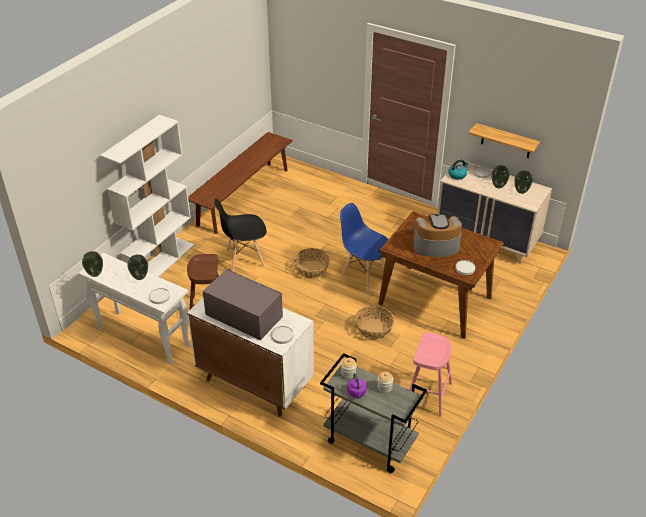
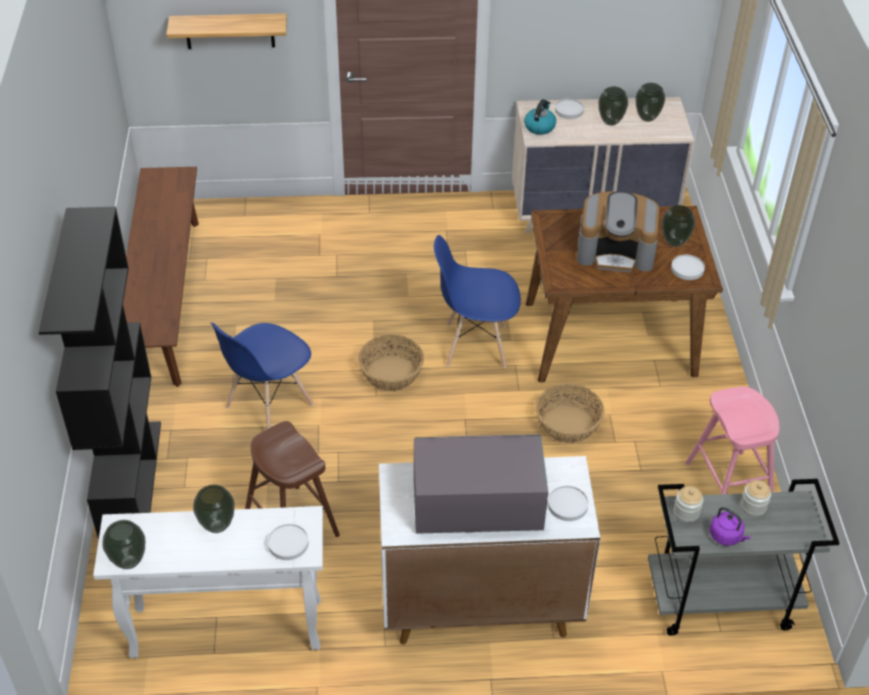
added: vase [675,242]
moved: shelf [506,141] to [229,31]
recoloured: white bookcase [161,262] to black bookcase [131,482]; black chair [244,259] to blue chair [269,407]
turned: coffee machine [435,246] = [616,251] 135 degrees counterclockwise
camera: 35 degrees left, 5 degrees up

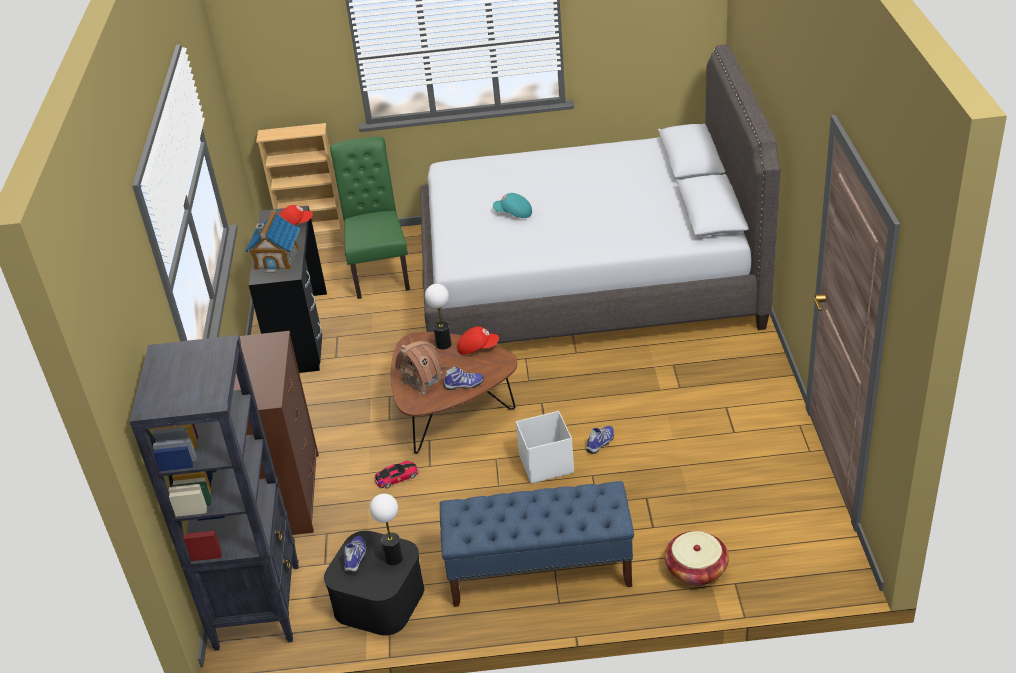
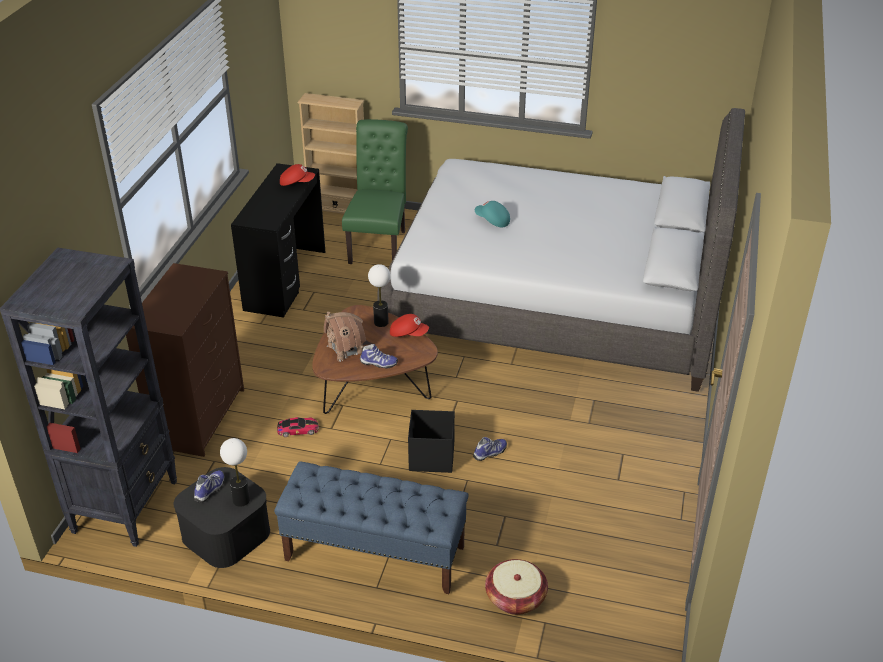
removed: toy house [277,259]
recoloured: white storage box [545,464] to black storage box [431,457]
camera: 15 degrees right, 0 degrees up

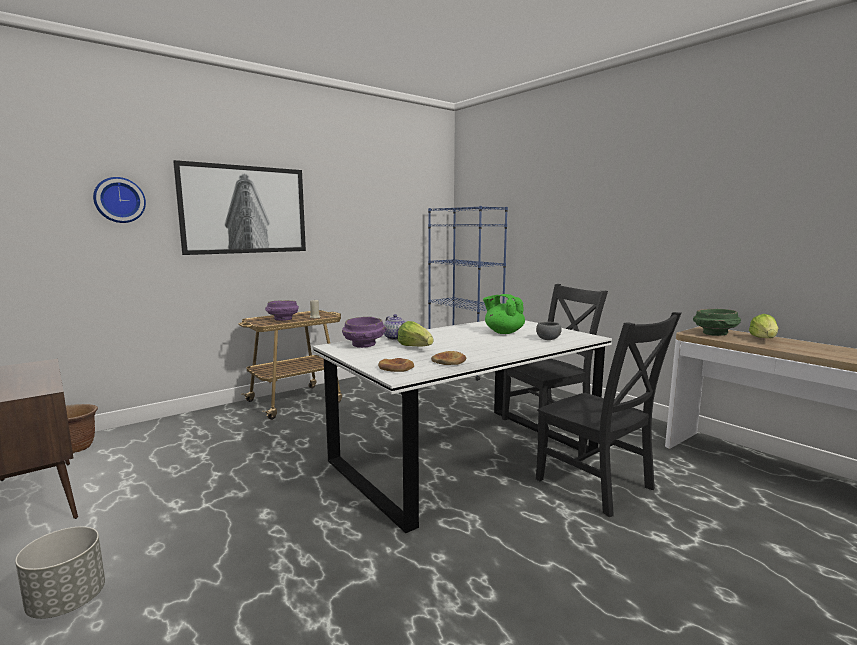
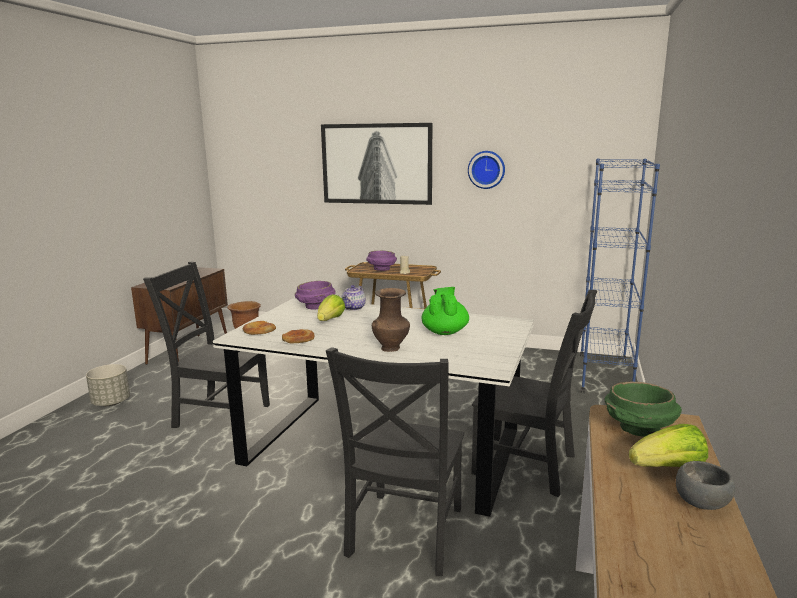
added: black chair [219,415]; brown vase [391,348]
moved: wall clock [119,200] to [486,169]; grey bowl [548,339] to [703,503]
camera: 55 degrees right, 5 degrees up

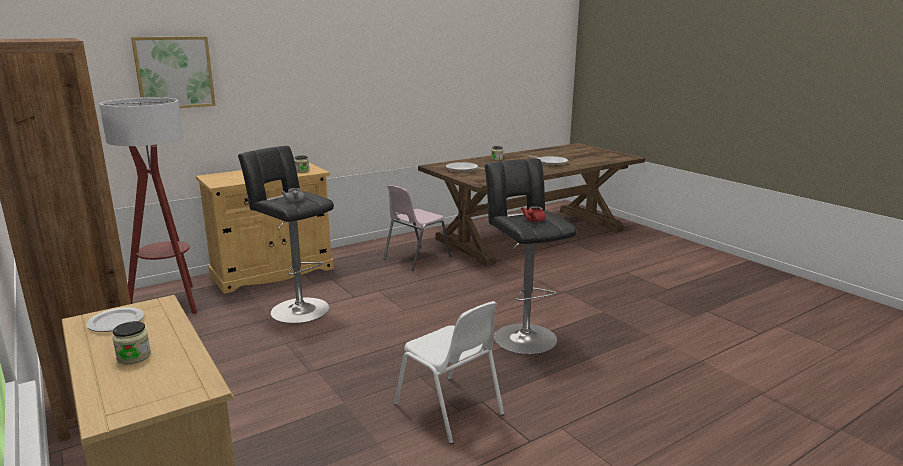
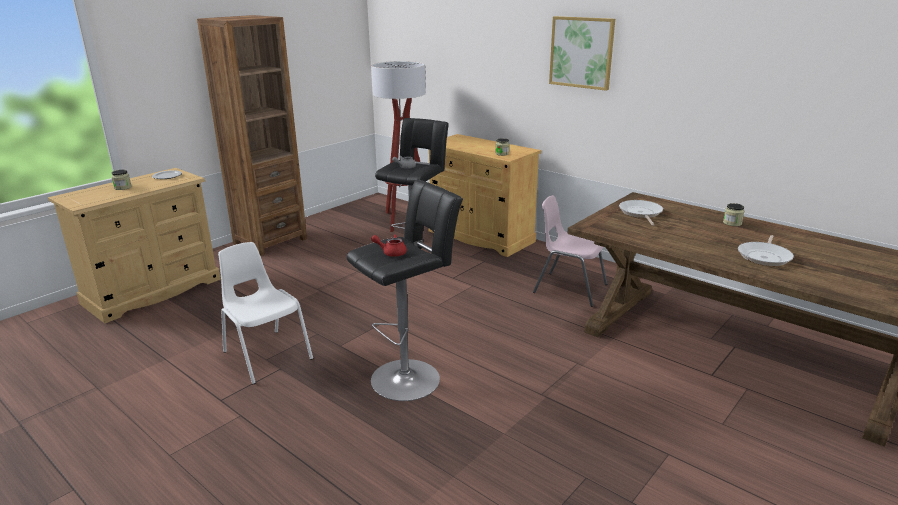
moved: picture [174,72] to [581,52]
turned: white chair [450,410] = [266,355] 105 degrees clockwise
camera: 75 degrees right, 5 degrees up

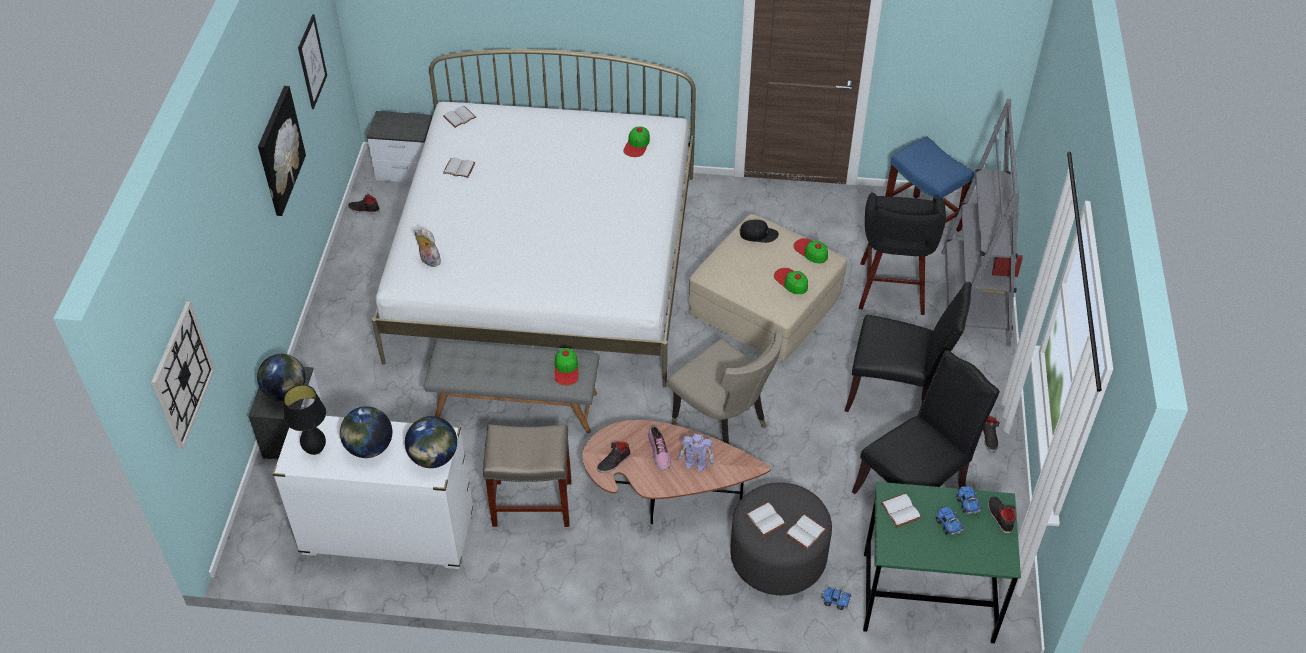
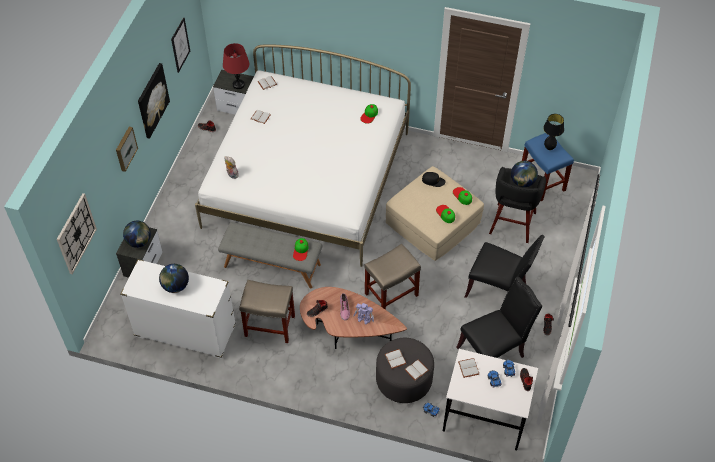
removed: grey bookcase [974,298]
added: picture [125,148]; red table lamp [238,85]
moved: black table lamp [315,450] to [549,148]; globe [434,457] to [522,182]
replaced: beige chair [724,425] to beige stool [391,295]
recoloured: green desk [926,598] to white desk [484,417]
camera: 10 degrees right, 5 degrees up

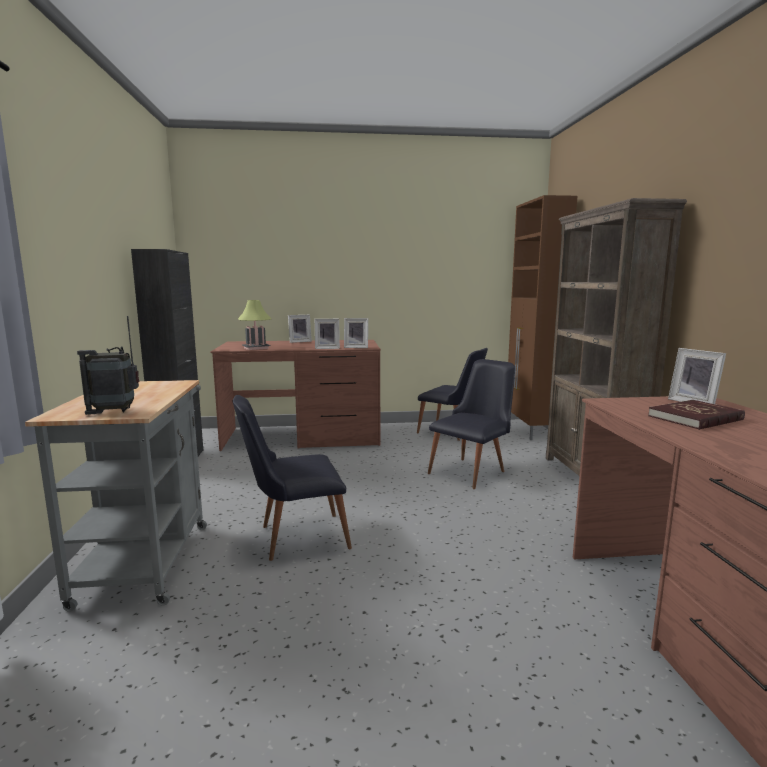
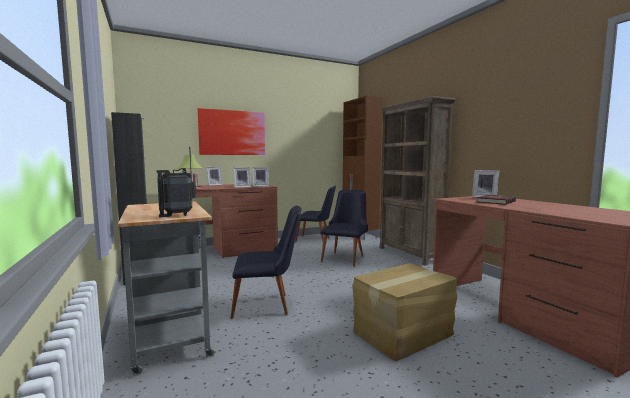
added: picture [232,133]; cardboard box [404,333]
turned: black chair [294,537] = [267,305] 150 degrees counterclockwise
camera: 20 degrees left, 5 degrees down

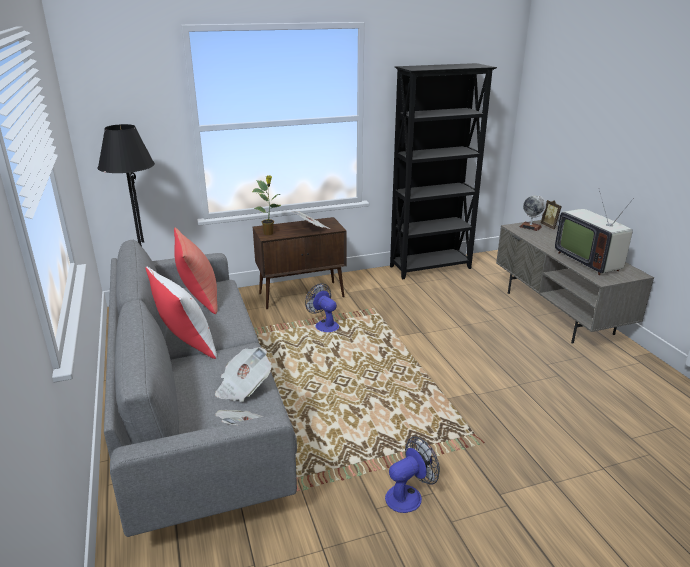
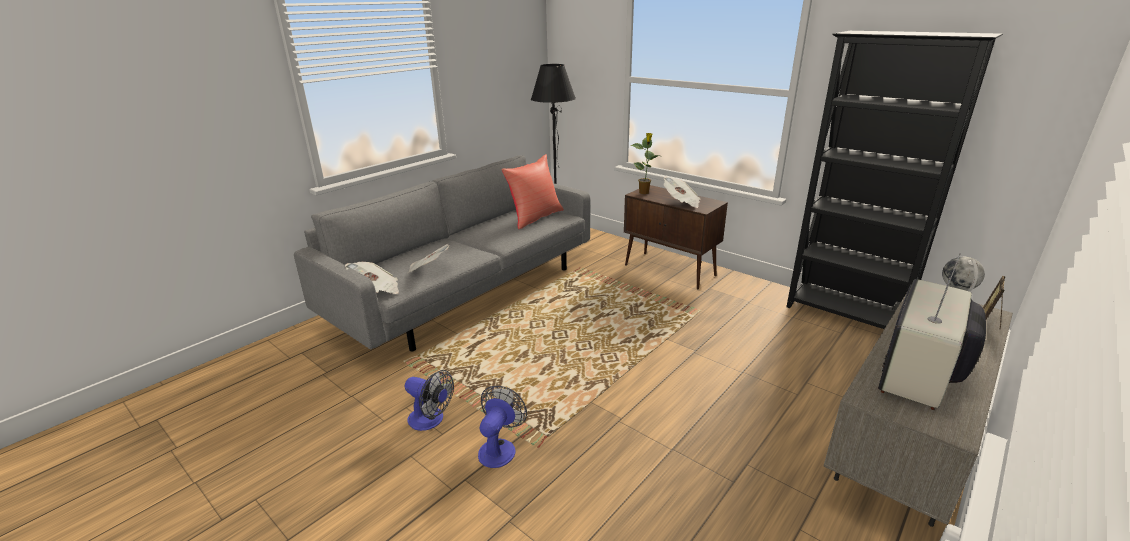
removed: white pillow [185,343]
moved: fan [324,324] to [499,448]
camera: 60 degrees right, 0 degrees up

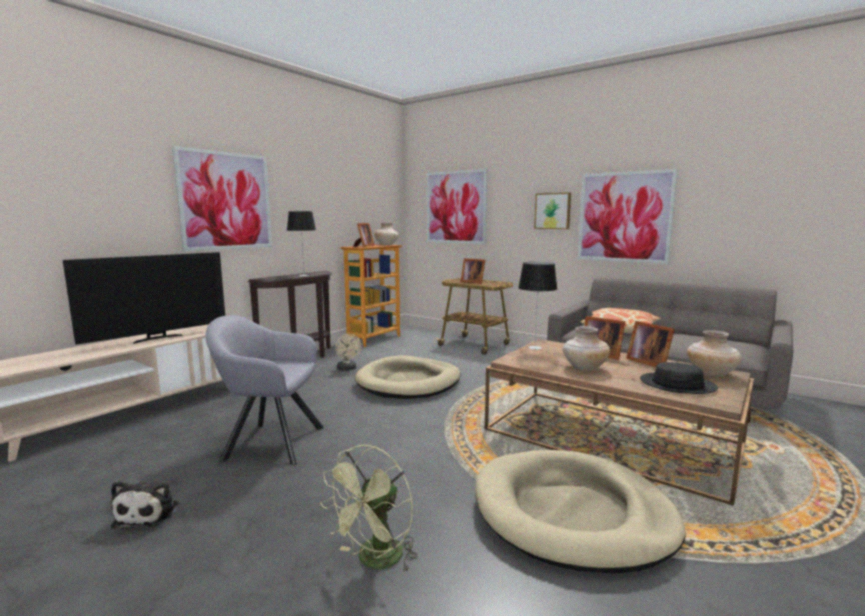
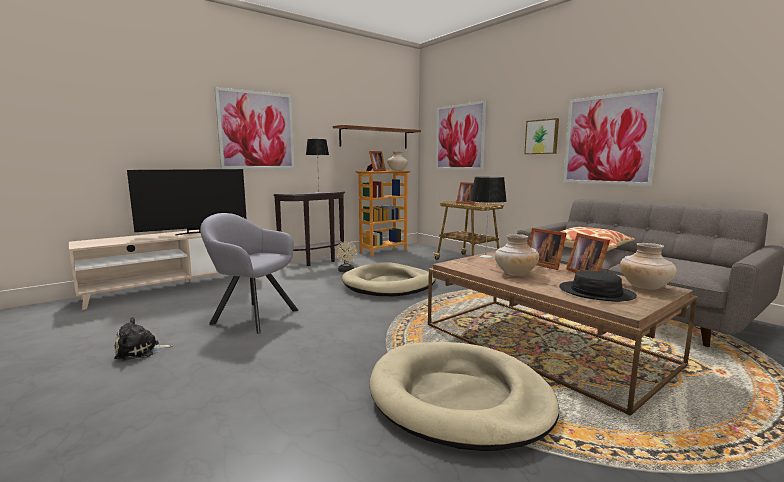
removed: green fan [375,561]
added: brown shelf [374,138]
turned: plush toy [149,513] = [141,351] 60 degrees clockwise
camera: 15 degrees right, 0 degrees up

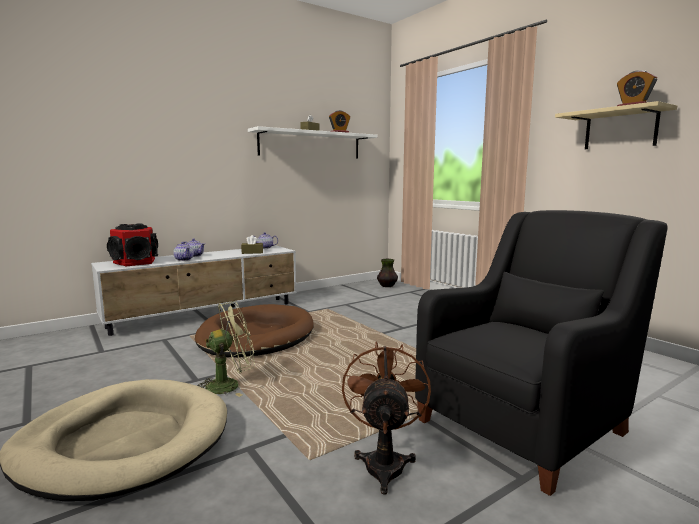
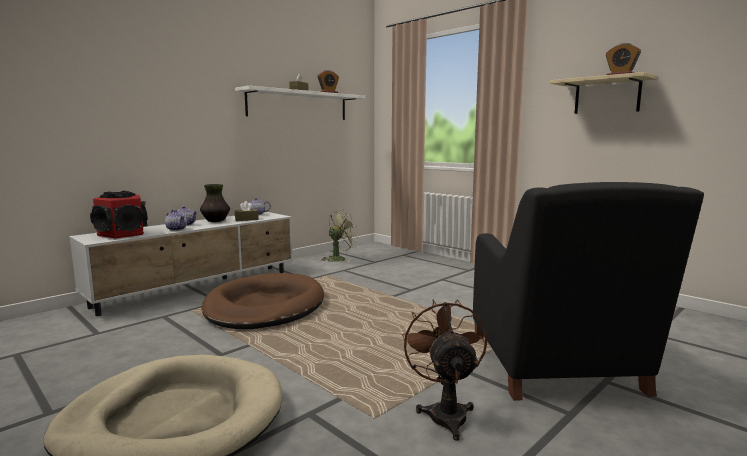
moved: green fan [230,385] to [339,259]; vase [387,286] to [215,221]
turned: black armchair [526,422] = [556,367] 135 degrees clockwise
camera: 10 degrees left, 0 degrees up

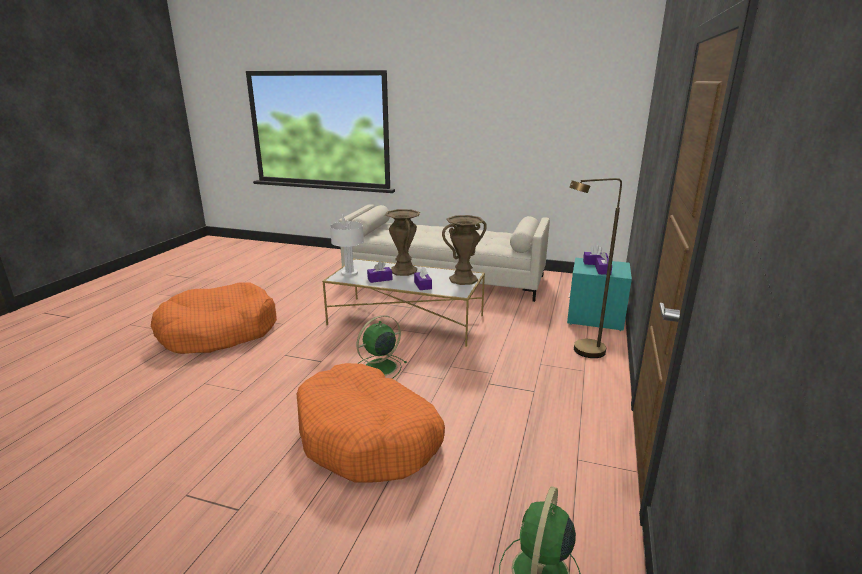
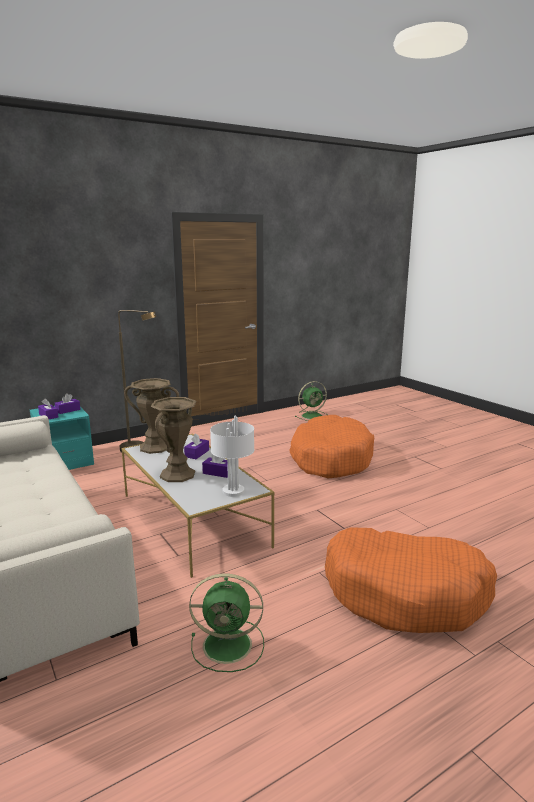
moved: green fan [379,368] to [229,645]
camera: 140 degrees left, 5 degrees down

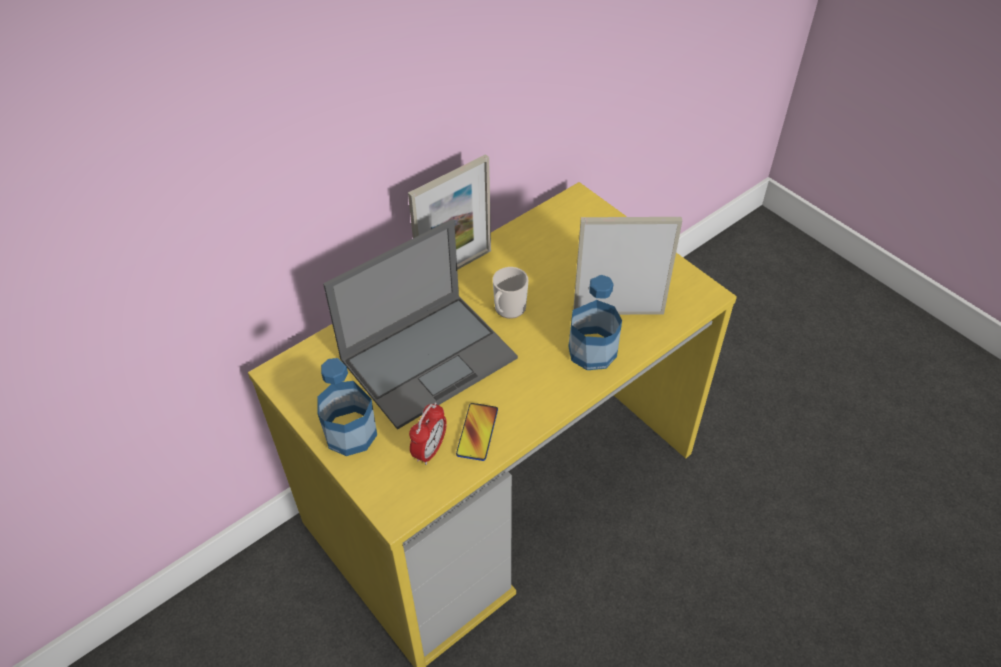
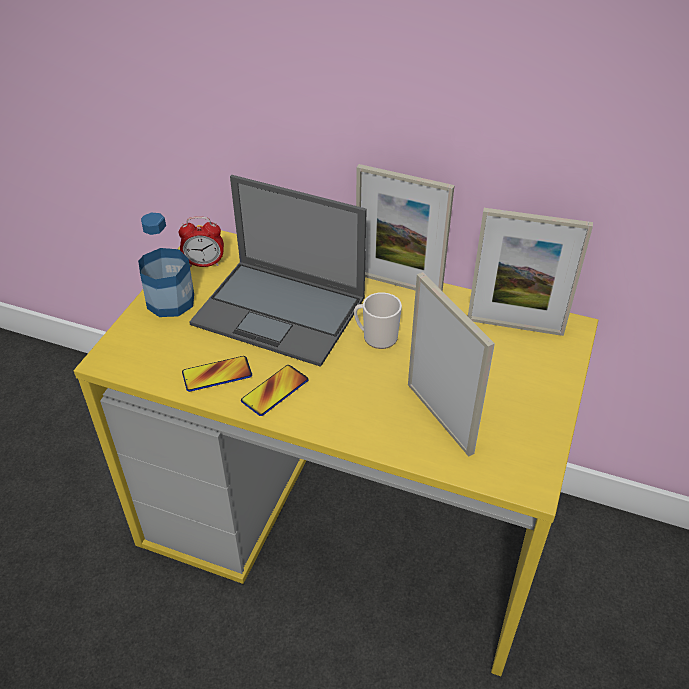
removed: bottle [592,351]
added: phone [275,391]; picture frame [515,326]
moved: alarm clock [430,450] to [204,264]
camera: 60 degrees right, 5 degrees down

